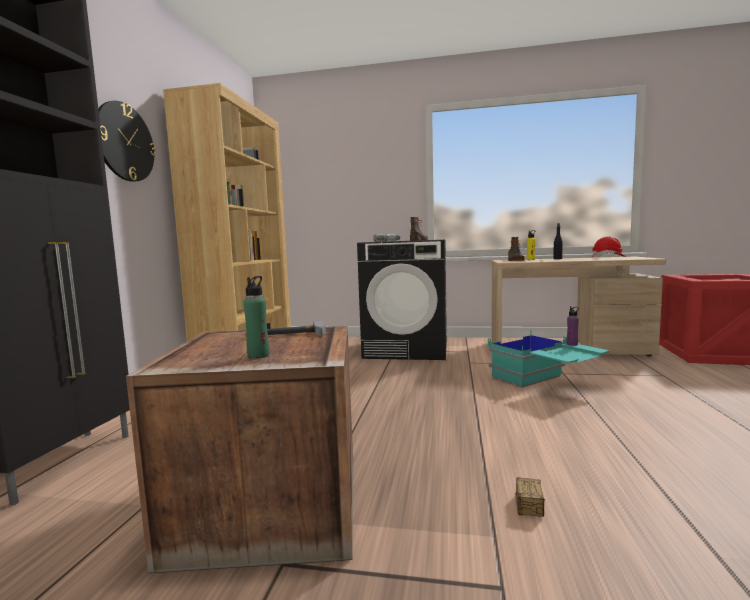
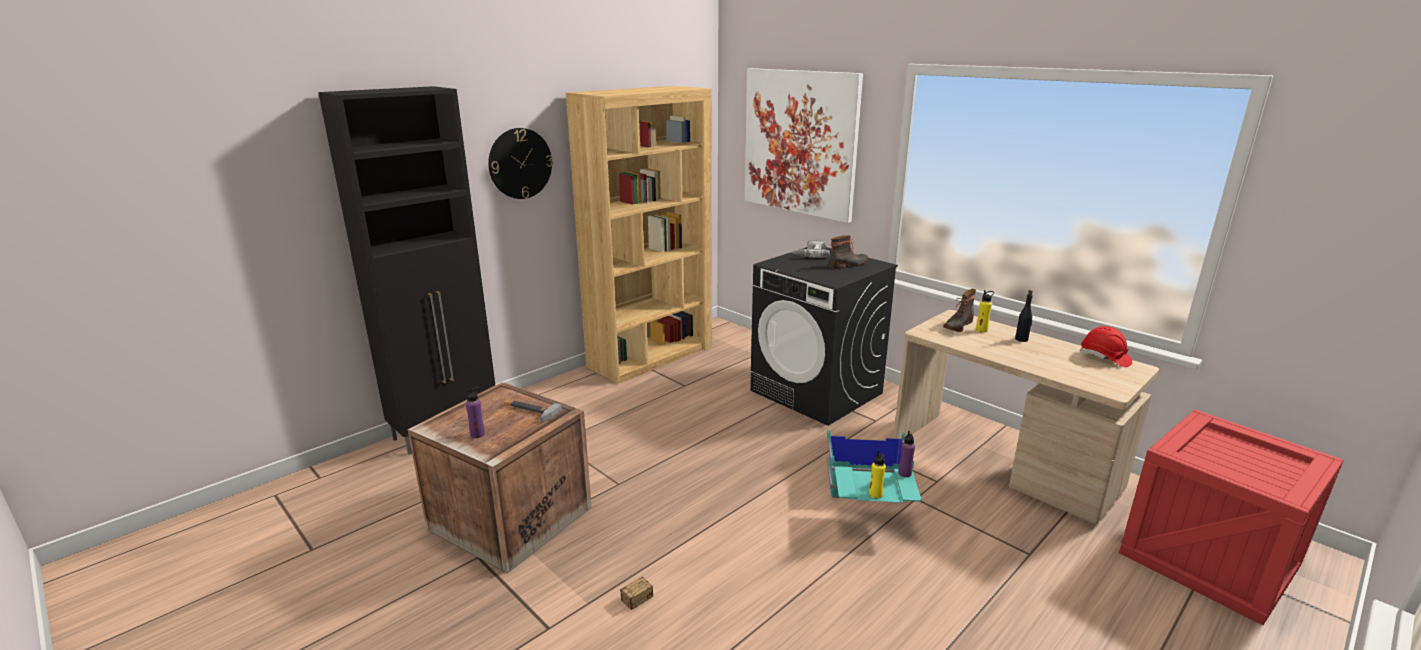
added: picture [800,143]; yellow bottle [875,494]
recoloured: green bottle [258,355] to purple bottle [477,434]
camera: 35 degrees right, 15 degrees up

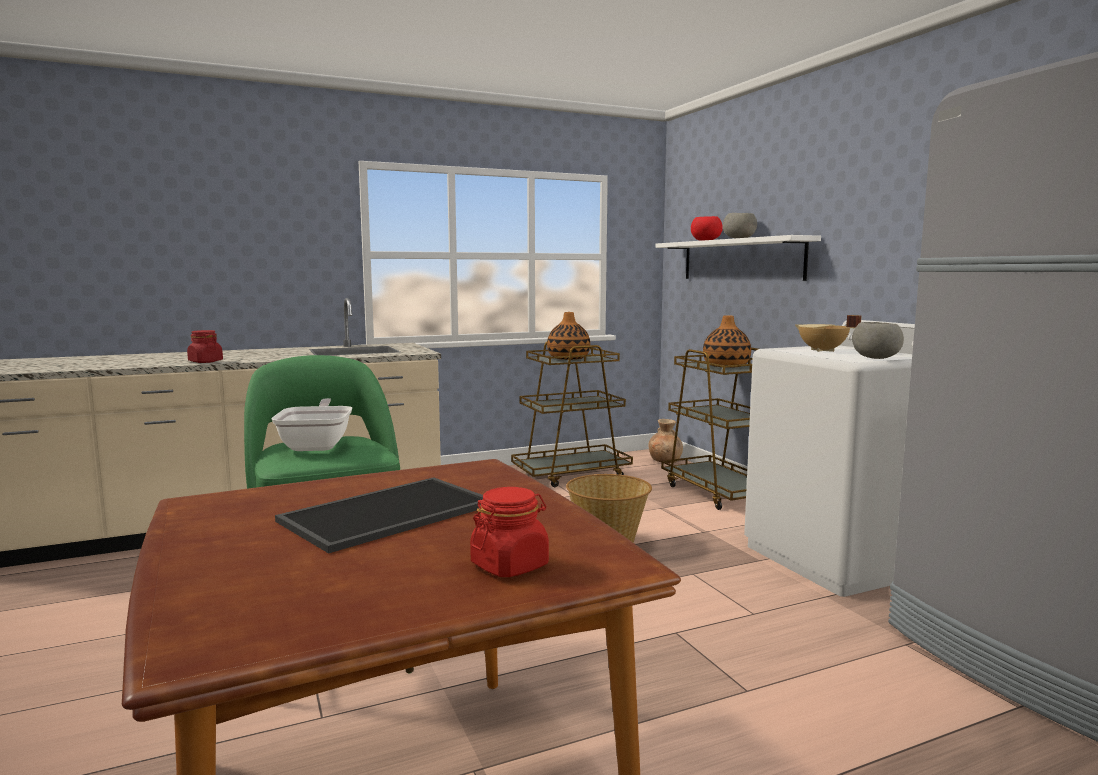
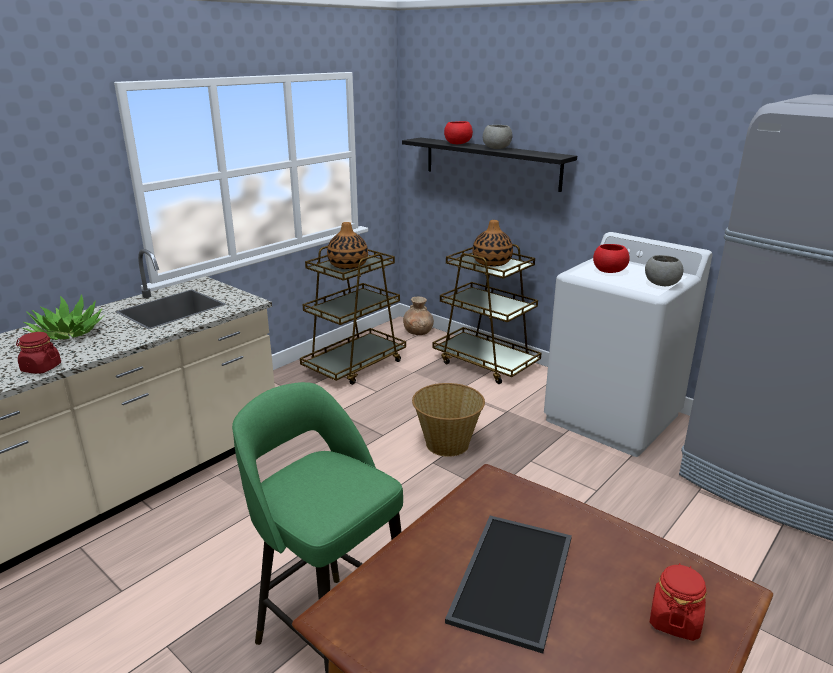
removed: frying pan [318,445]
added: potted plant [68,332]
replaced: beige cooking pot [822,350] to red bowl [609,272]
recoloured: white shelf [740,260] to black shelf [491,163]
camera: 25 degrees left, 15 degrees up

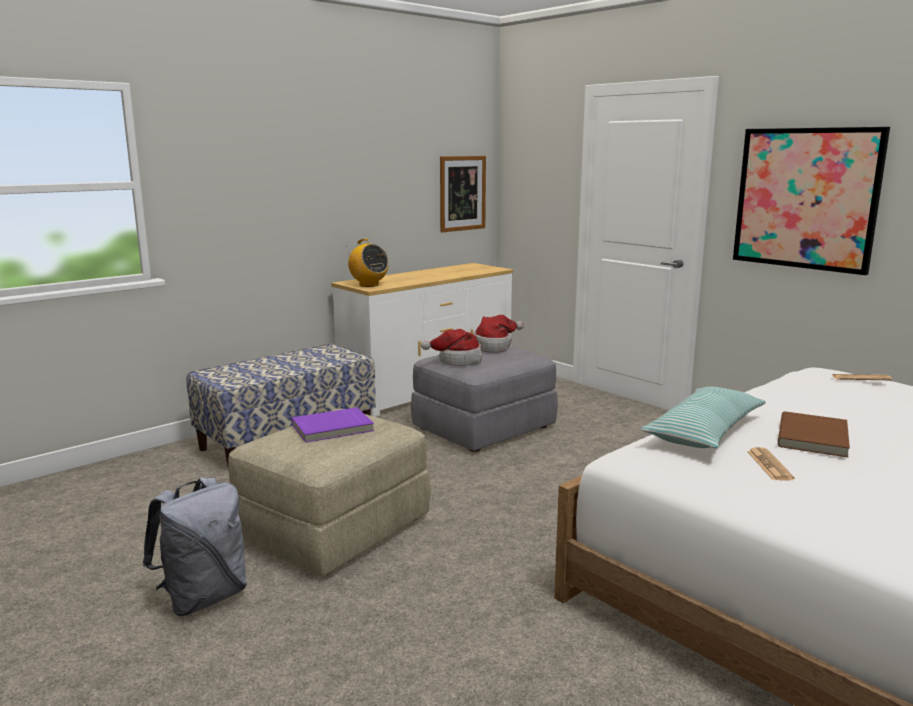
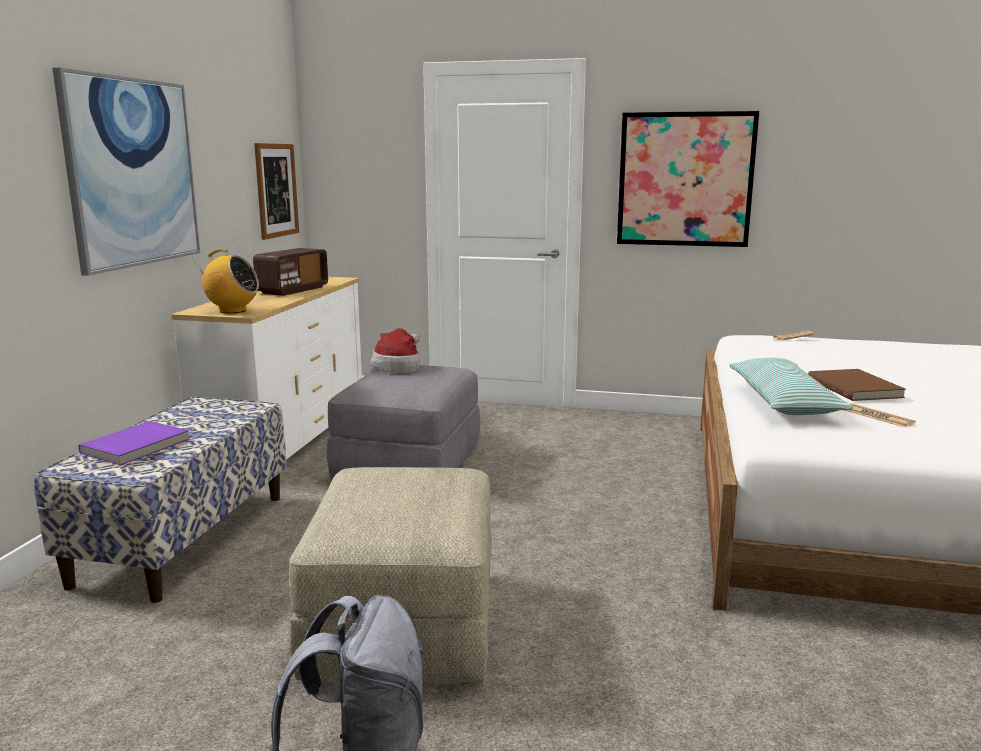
removed: hat [457,360]
added: picture [132,172]; radio [293,290]
moved: purple book [333,428] to [137,446]
camera: 35 degrees left, 0 degrees up

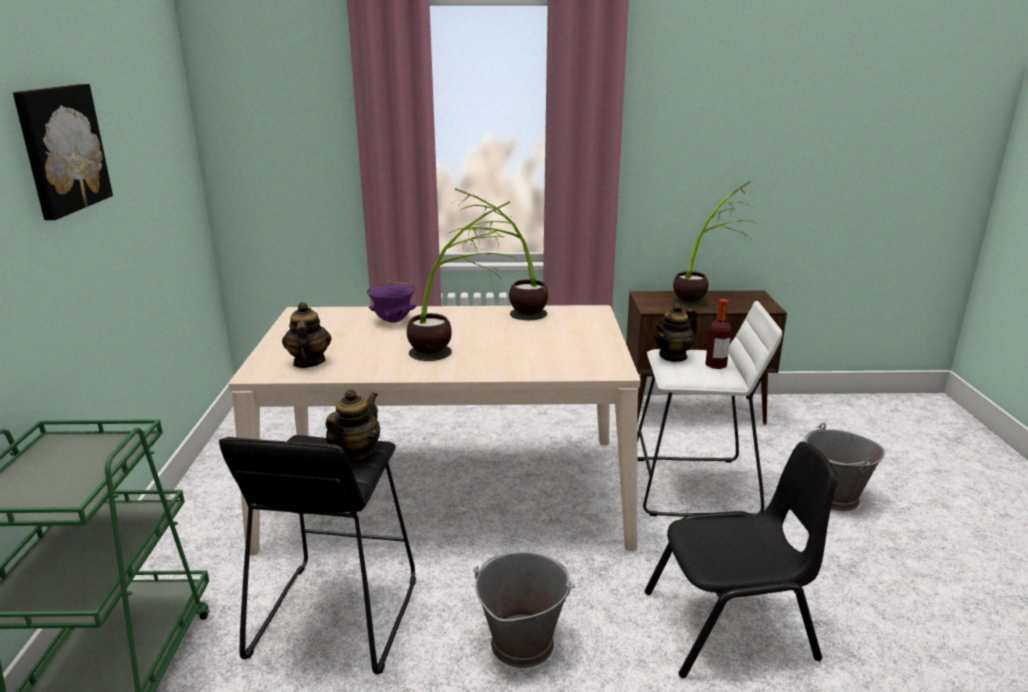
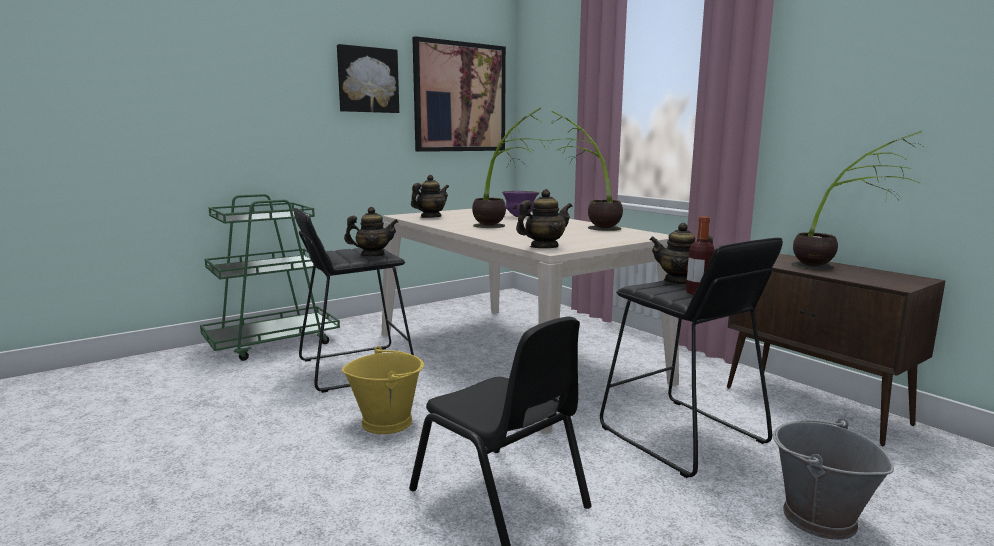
added: picture [460,97]; teapot [544,247]
recoloured: grey bucket [521,643] to yellow bucket [387,422]; white stool [693,487] to black stool [680,435]
camera: 55 degrees right, 10 degrees down

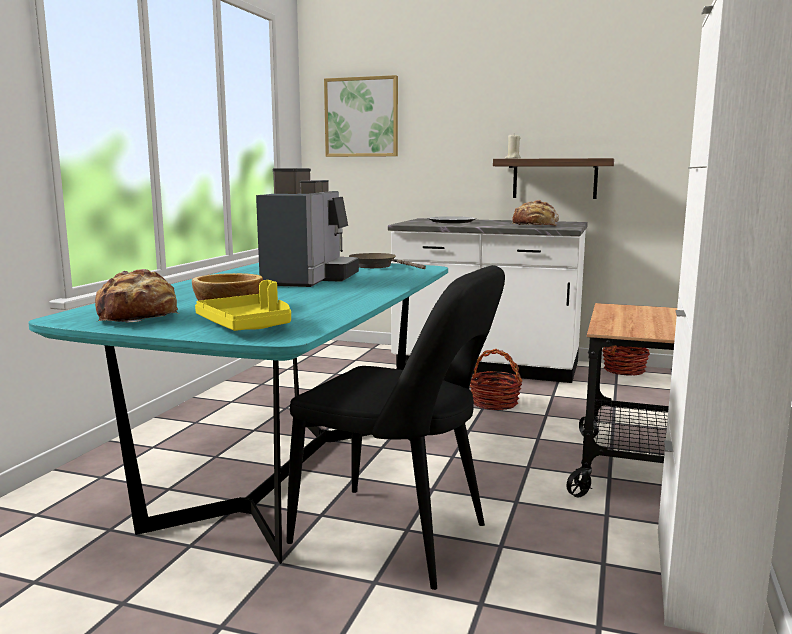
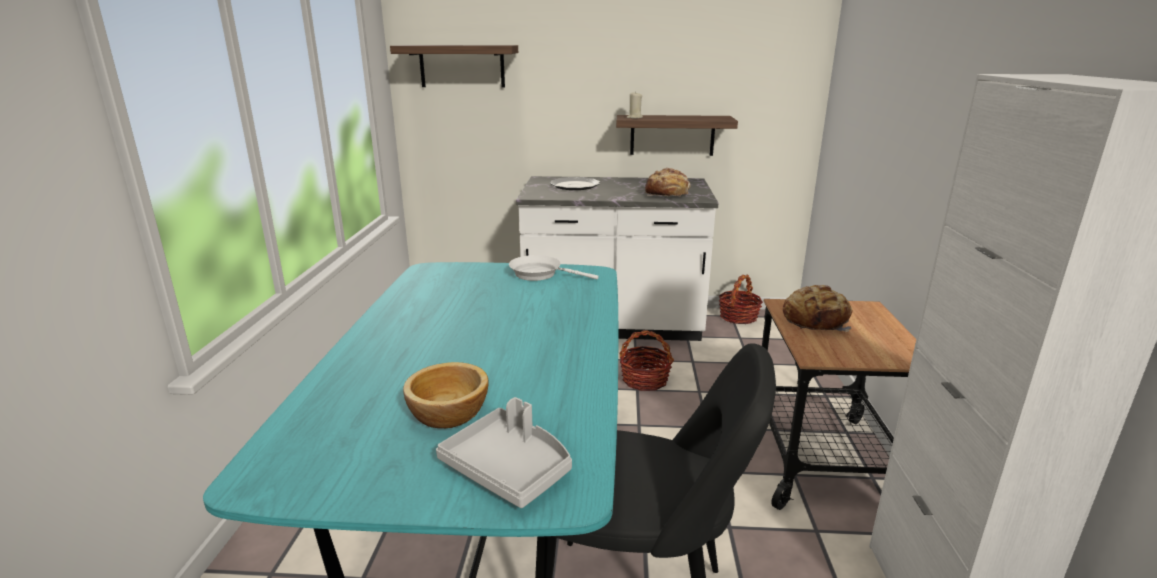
removed: coffee machine [309,279]
moved: bread [139,317] to [816,320]
replaced: picture [361,117] to shelf [462,66]
recoloured: yellow tray [248,326] to grey tray [509,468]; brown frying pan [376,266] to white frying pan [540,274]
camera: 15 degrees left, 10 degrees up

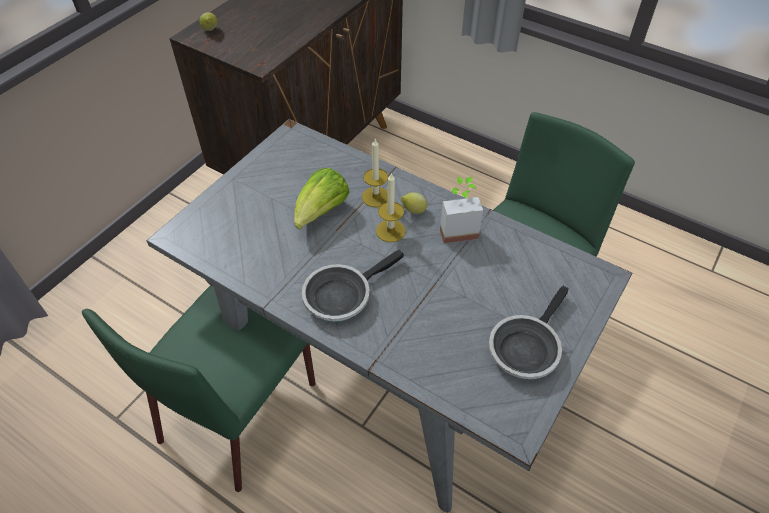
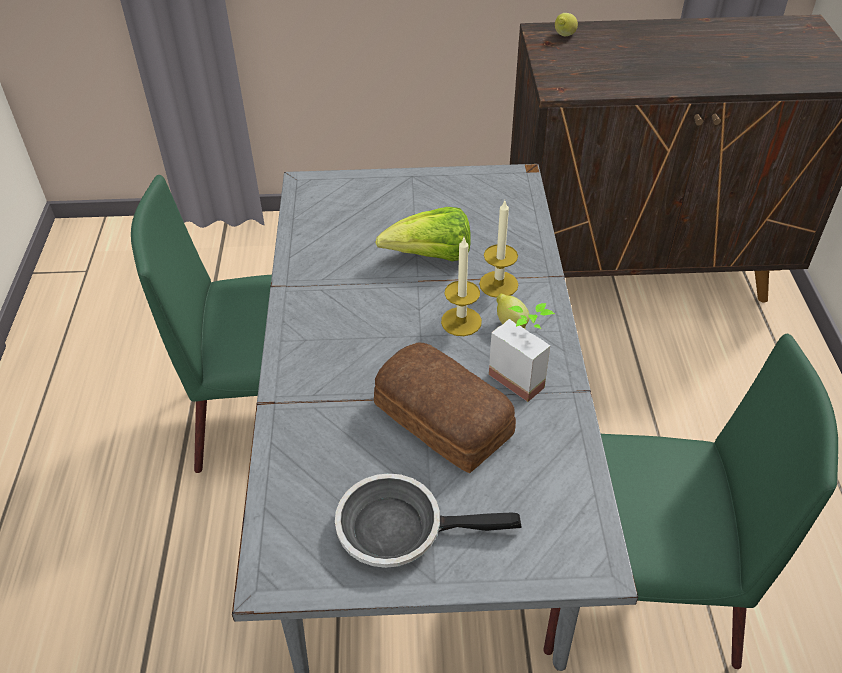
removed: frying pan [341,295]
added: bread [443,421]
camera: 55 degrees right, 5 degrees down

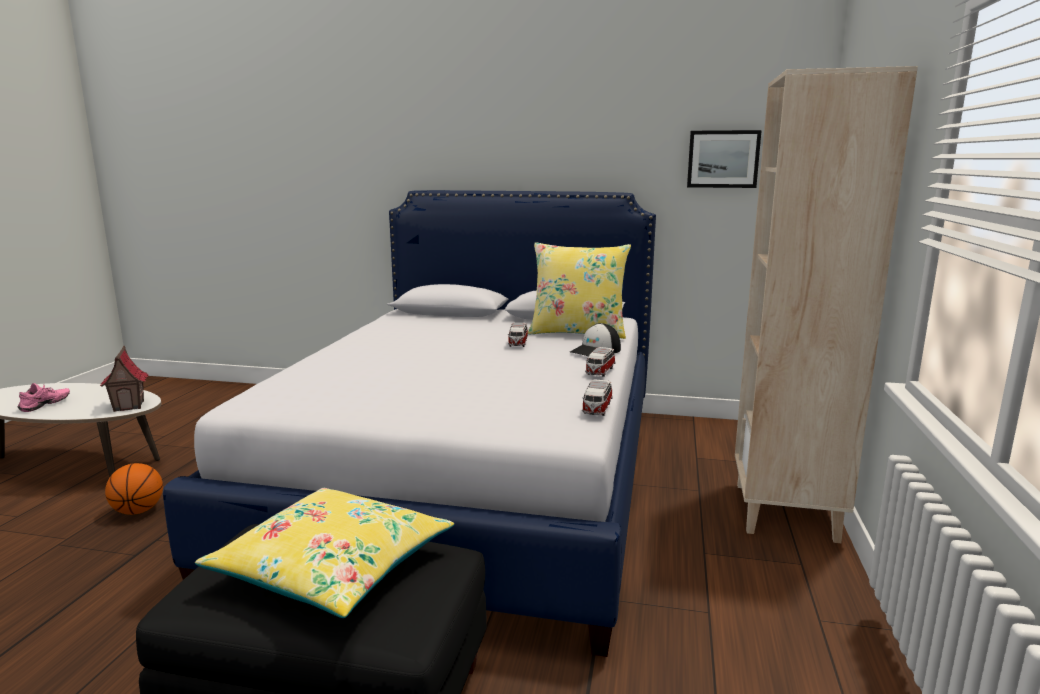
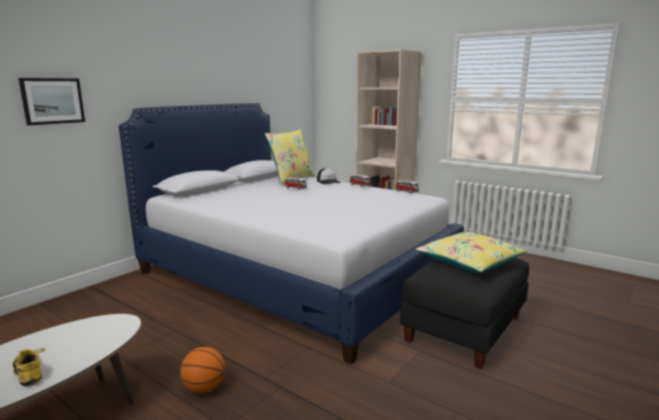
removed: toy house [129,406]
moved: picture [723,159] to [52,101]
recoloured: pink shoe [46,405] to yellow shoe [31,372]
camera: 65 degrees left, 0 degrees up

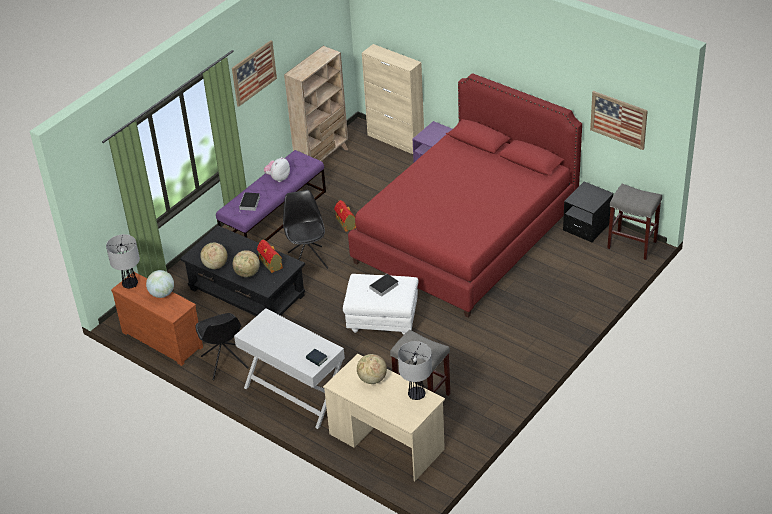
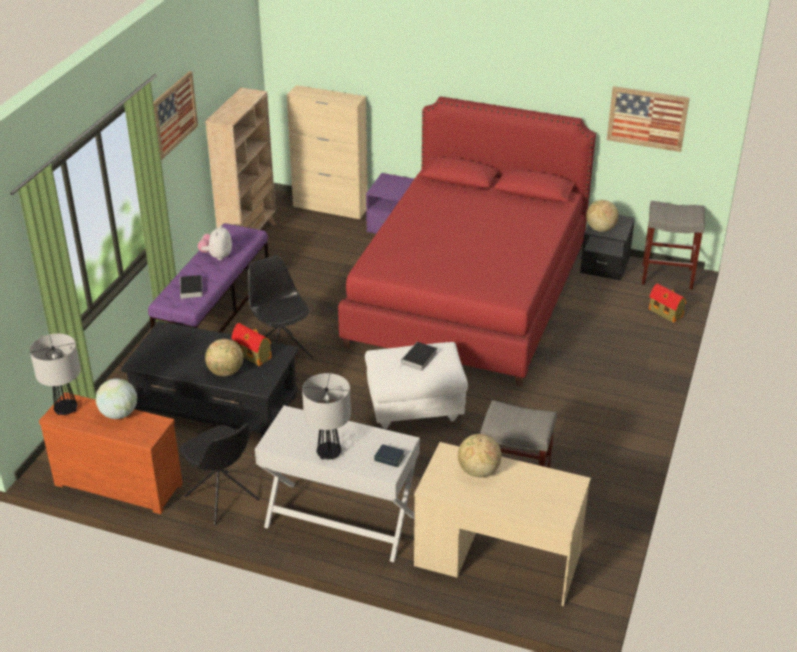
moved: globe [215,265] to [600,229]; toy house [346,223] to [666,313]; table lamp [416,395] to [328,453]
camera: 20 degrees left, 5 degrees down

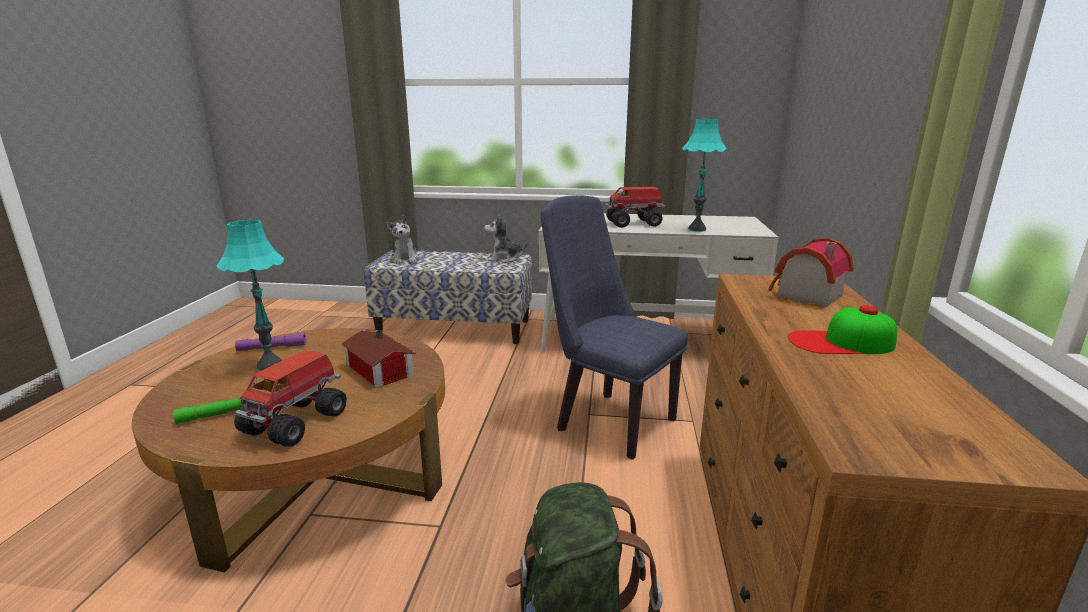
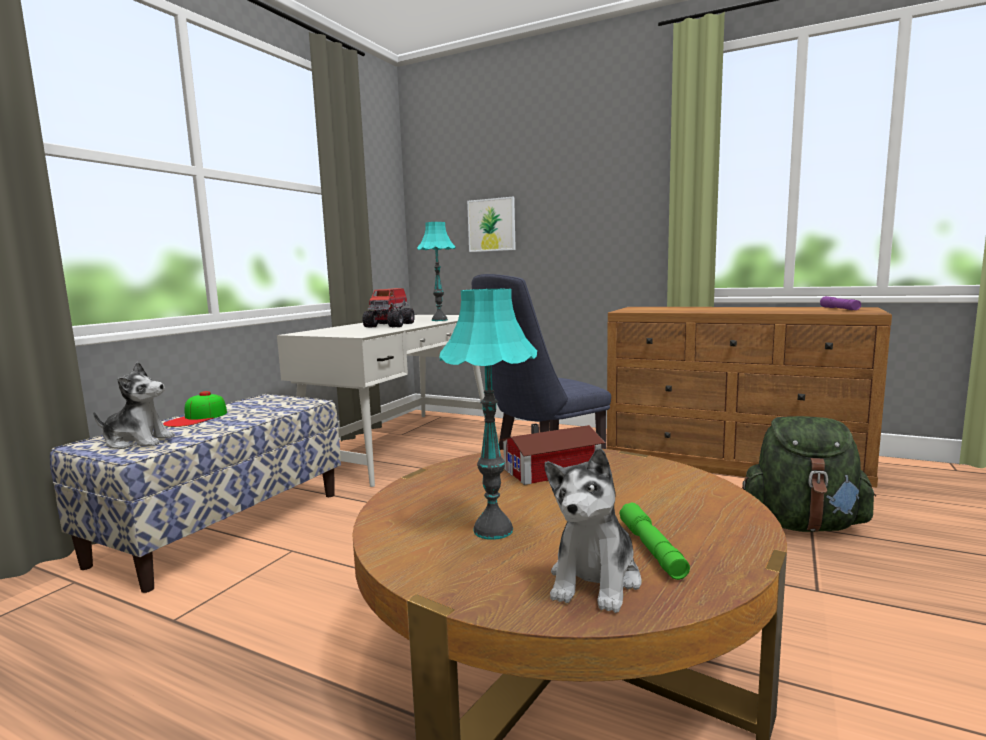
removed: toy truck [297,422]; toy house [804,295]
added: picture [491,225]
moved: purple flashlight [272,348] to [839,309]; plush toy [504,259] to [595,580]; cap [841,342] to [197,418]
camera: 70 degrees left, 10 degrees down

